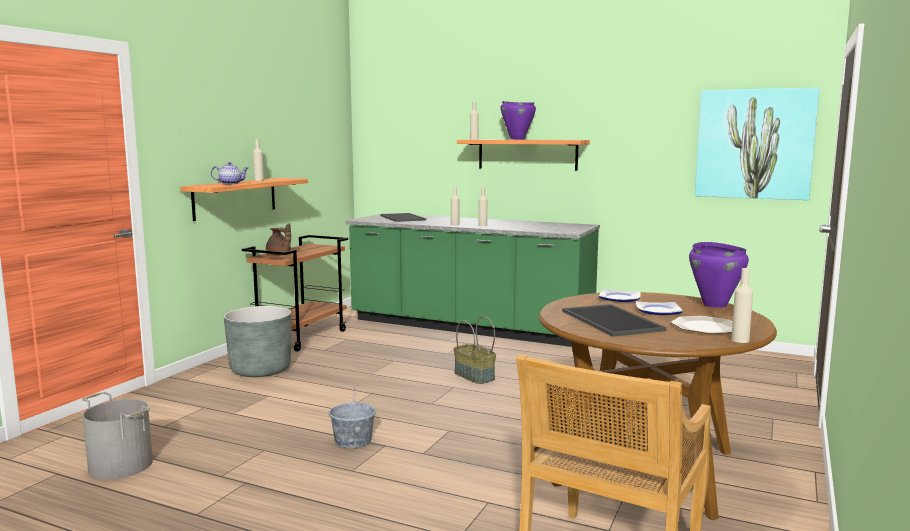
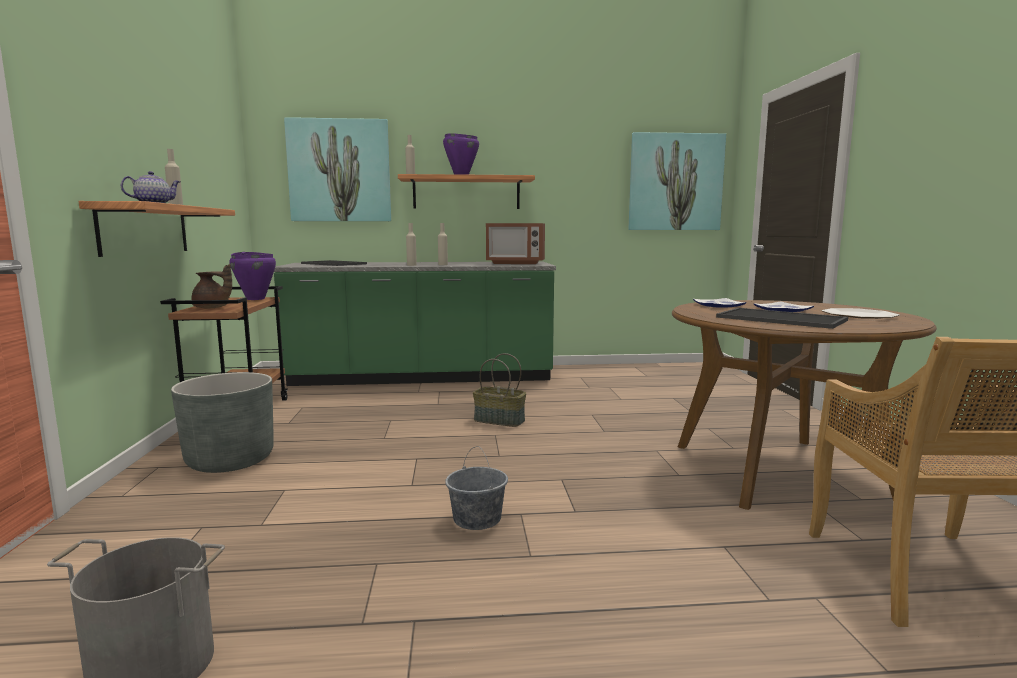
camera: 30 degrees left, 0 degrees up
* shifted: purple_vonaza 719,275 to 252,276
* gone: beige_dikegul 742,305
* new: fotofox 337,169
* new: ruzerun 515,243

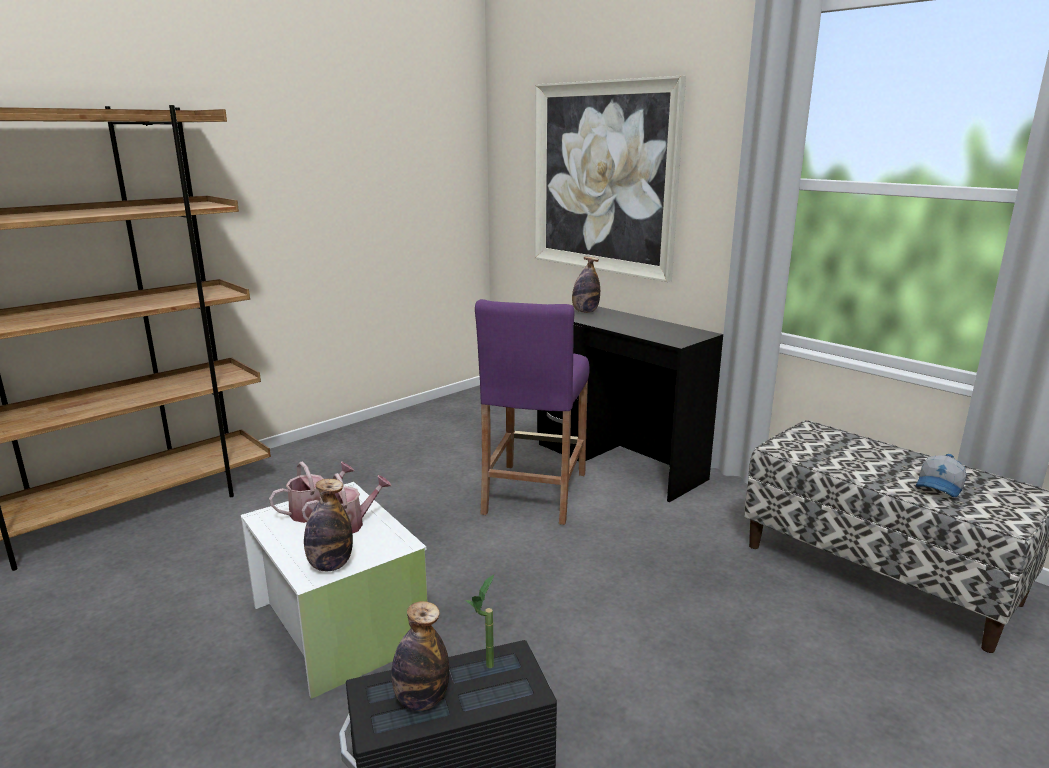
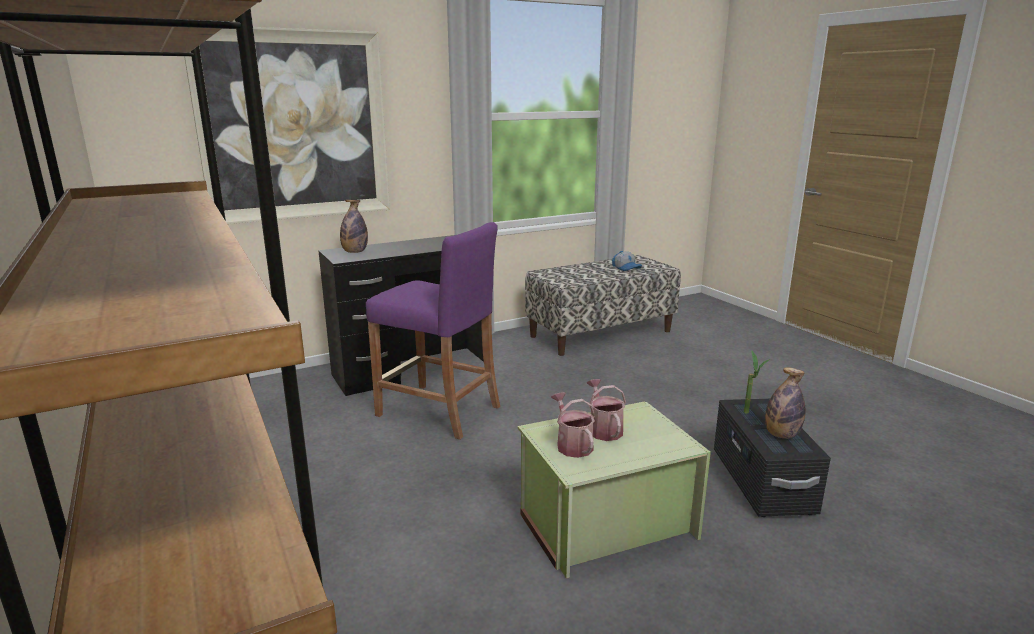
camera: 75 degrees left, 0 degrees up
* gone: dikegul 328,525
* repainted: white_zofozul 334,590 to green_zofozul 614,490

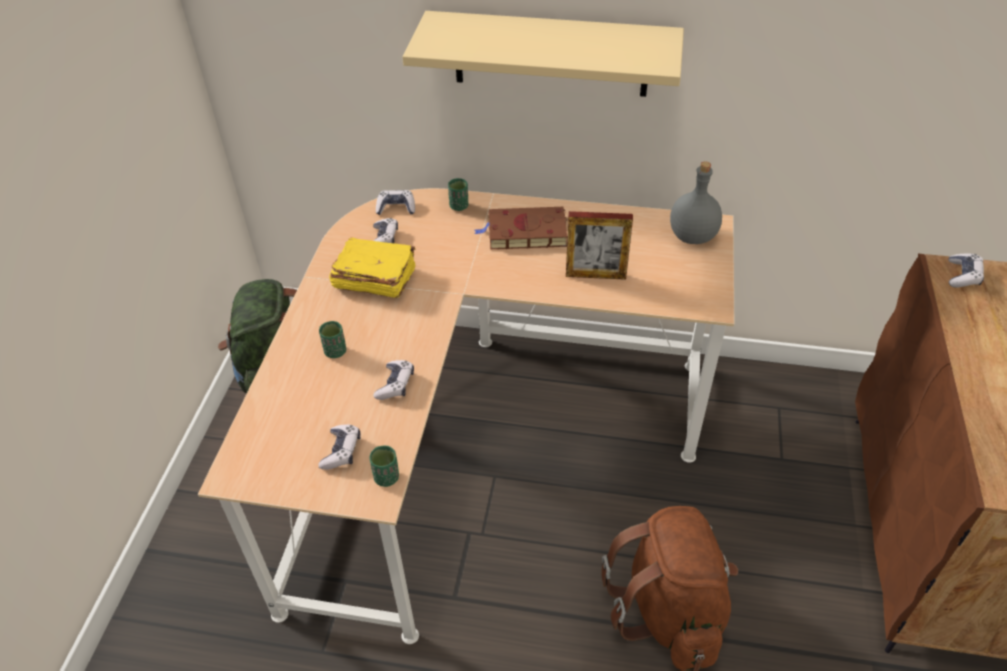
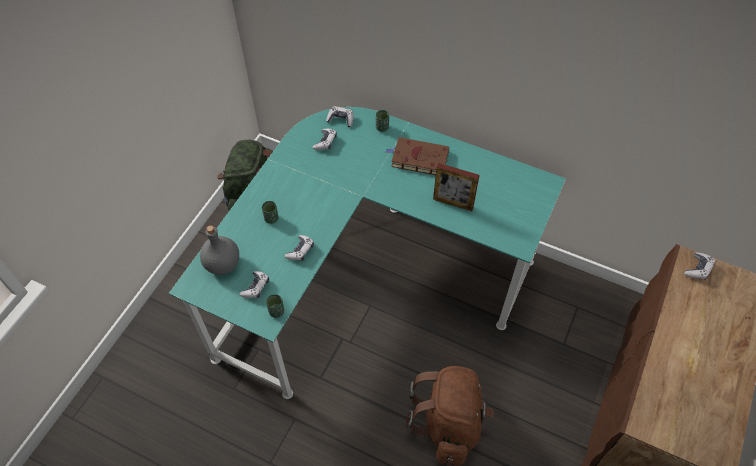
camera: 15 degrees right, 10 degrees up
* gone: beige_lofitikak 543,54
* shifted: grey_dikegul 696,202 to 219,250
* repainted: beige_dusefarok 466,416 to turquoise_dusefarok 367,253
* gone: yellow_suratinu 372,267

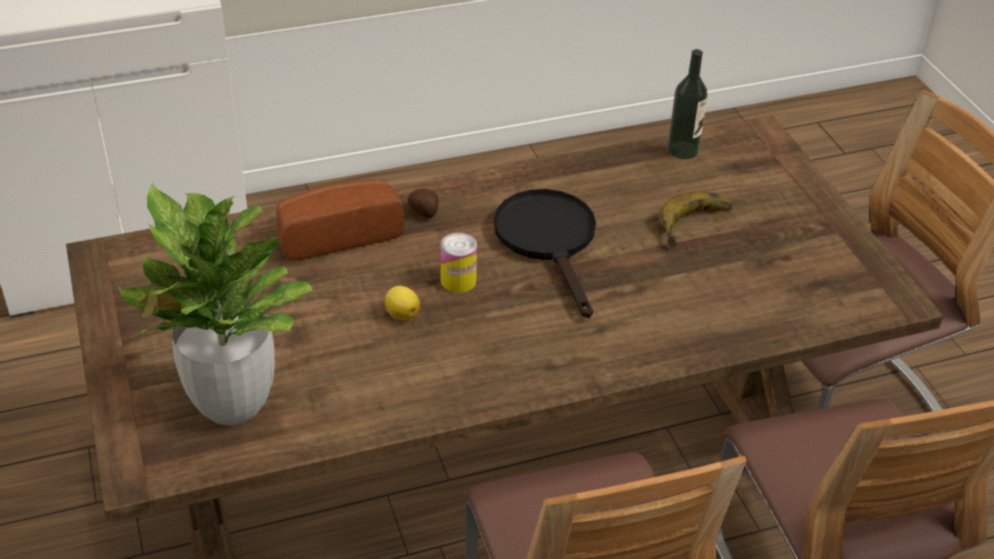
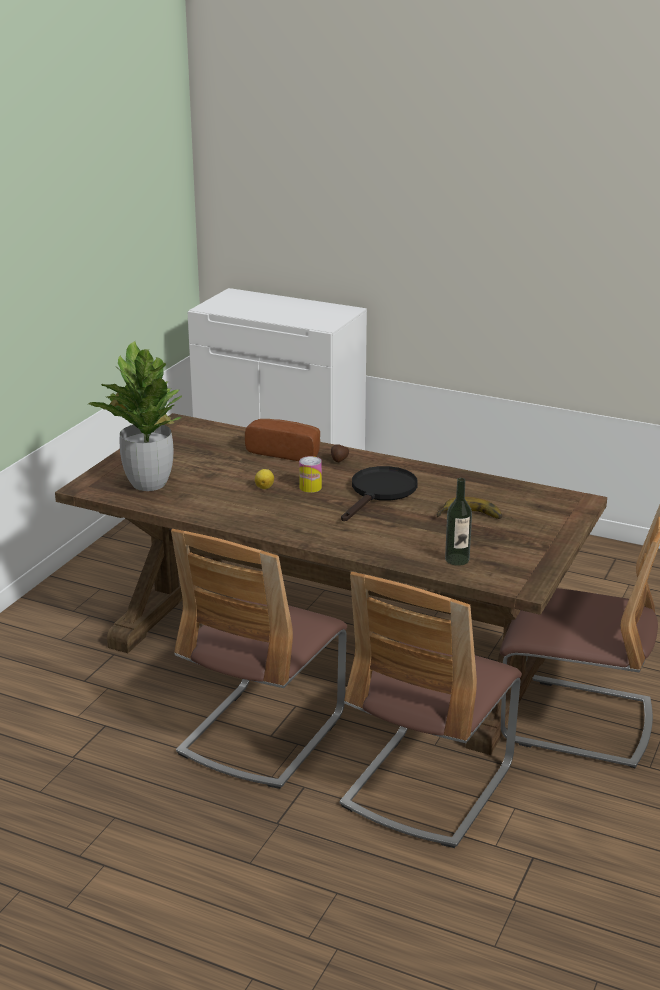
camera: 45 degrees right, 15 degrees down
* shifted: dikegul 688,104 to 458,522

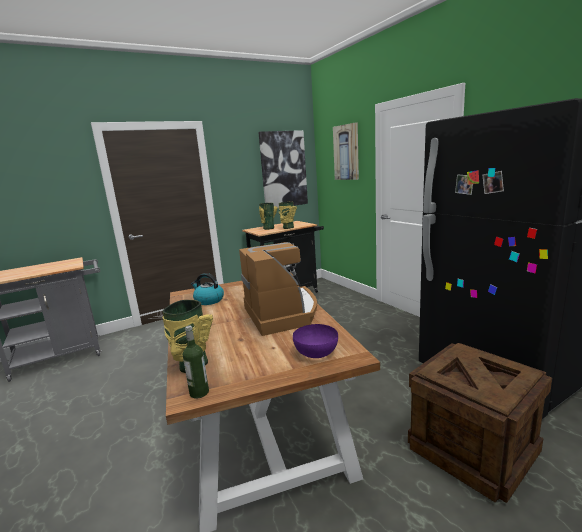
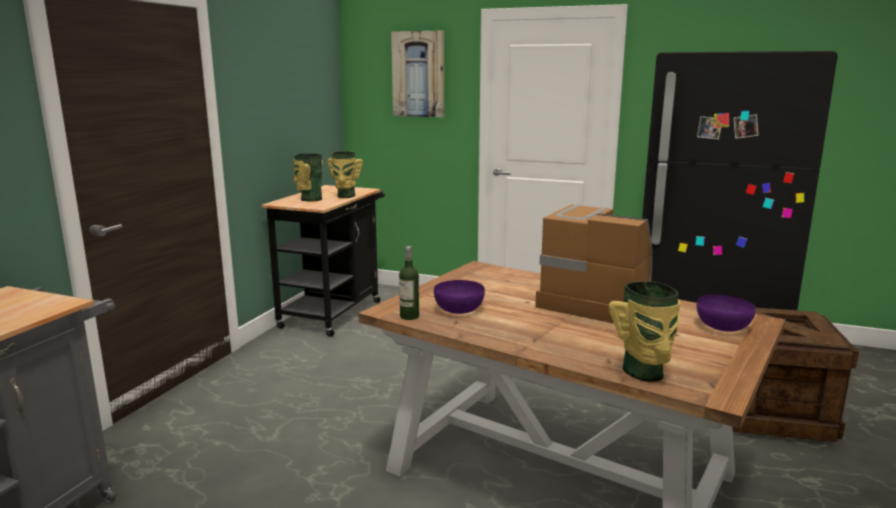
camera: 40 degrees left, 0 degrees up
* gone: fotofox 283,169
* swapped: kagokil 207,289 to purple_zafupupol 459,297
* shifted: dikegul 196,362 to 409,283

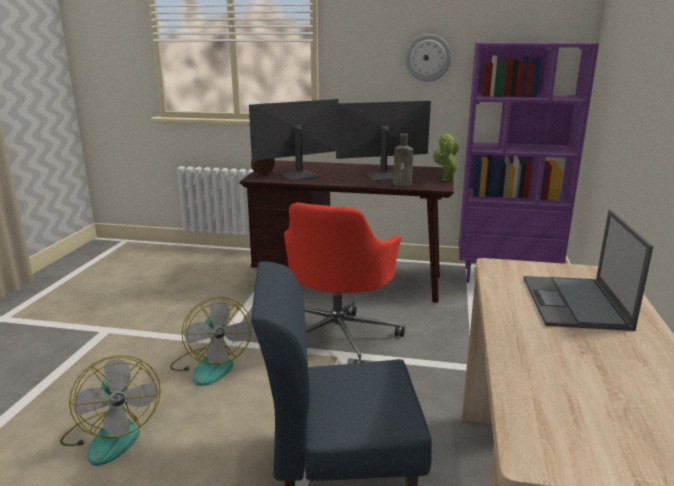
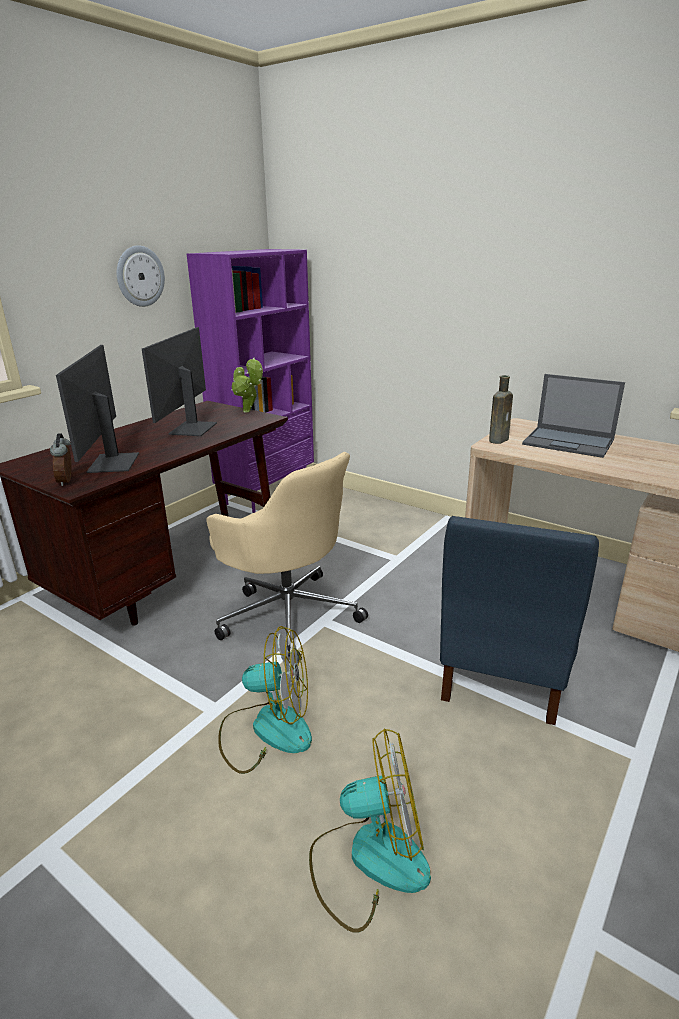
camera: 65 degrees left, 5 degrees up
* shifted: brown_dikegul 403,160 to 501,409
* repainted: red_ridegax 344,283 to beige_ridegax 287,557

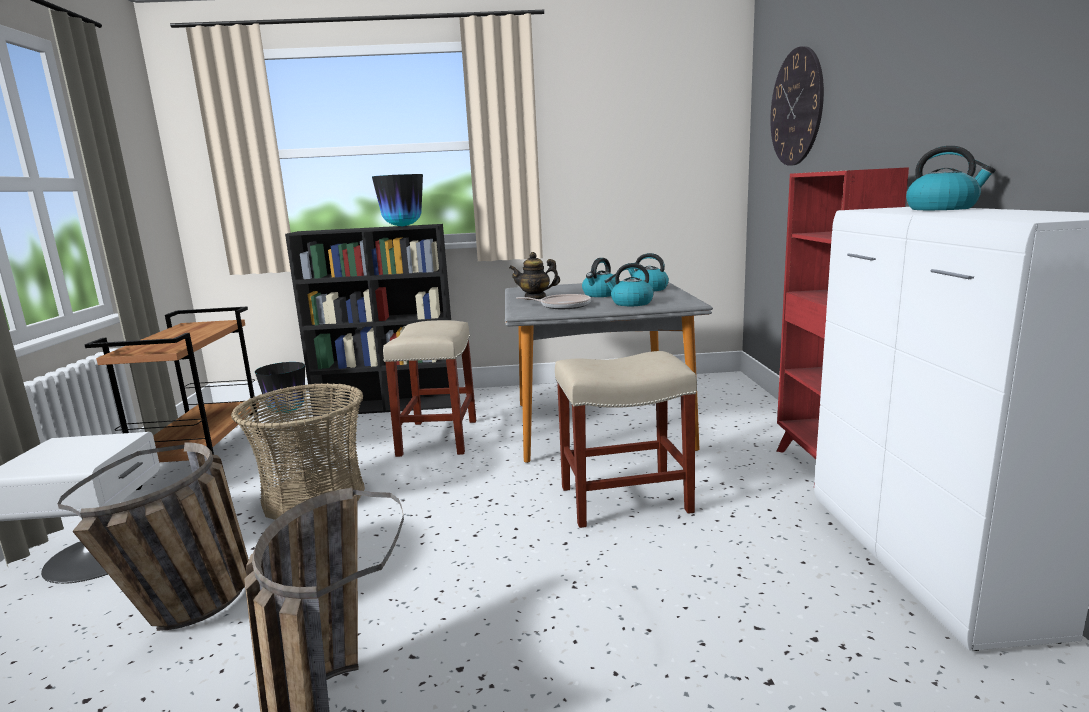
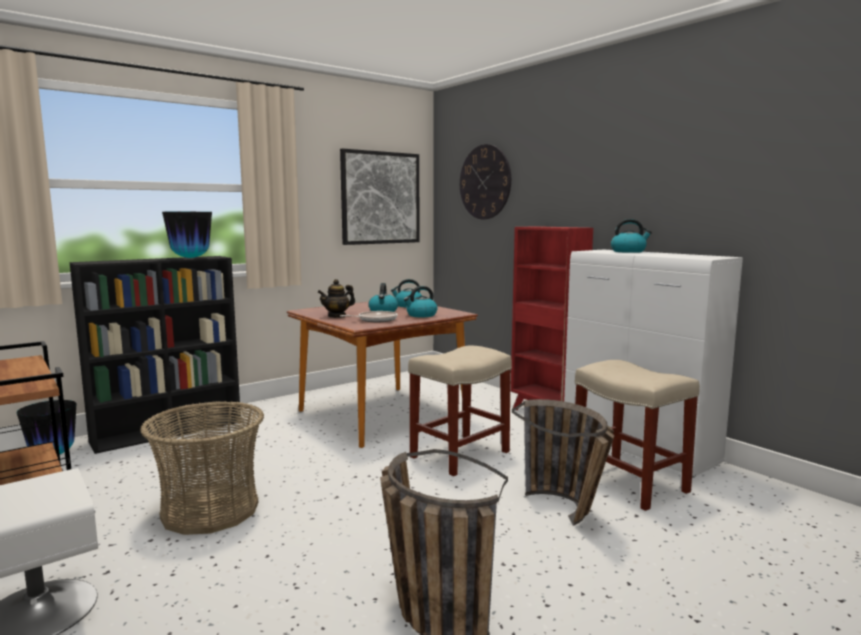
camera: 35 degrees left, 5 degrees down
* repainted: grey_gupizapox 609,372 to brown_gupizapox 382,375
* shifted: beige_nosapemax 429,388 to 637,435
* shifted: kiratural 153,536 to 563,462
* new: fotofox 380,196

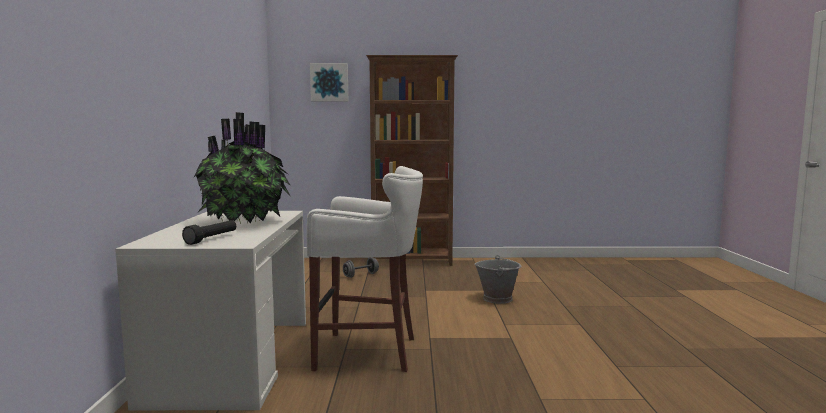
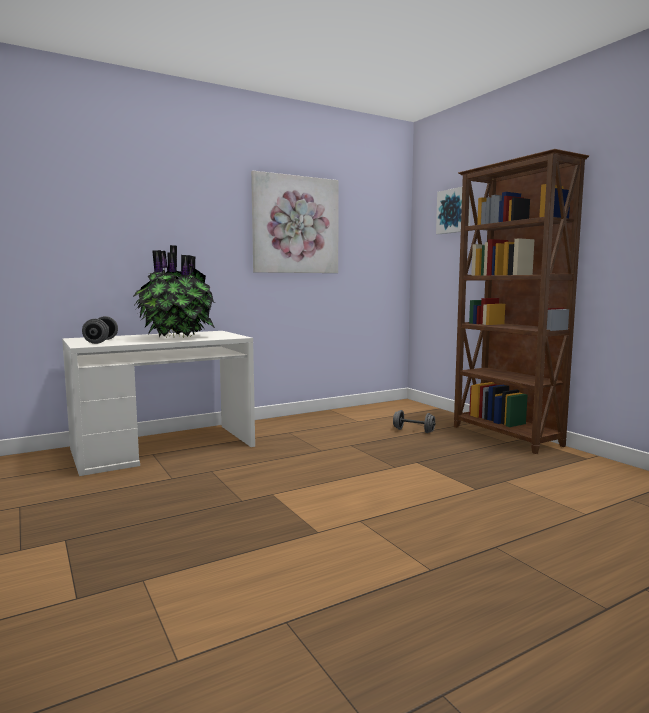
camera: 60 degrees right, 0 degrees up
* gone: white_nosapemax 365,269
* swapped: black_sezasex 209,232 to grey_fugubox 100,330
* gone: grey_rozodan 497,279
* new: fotofox 295,222

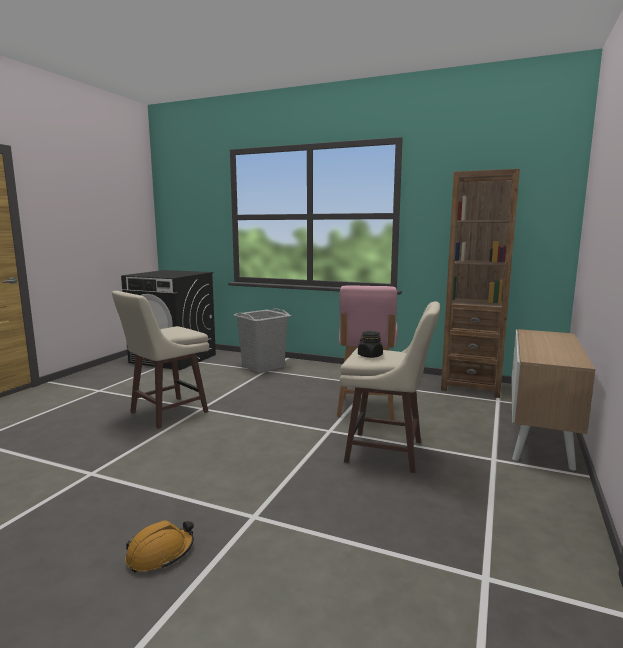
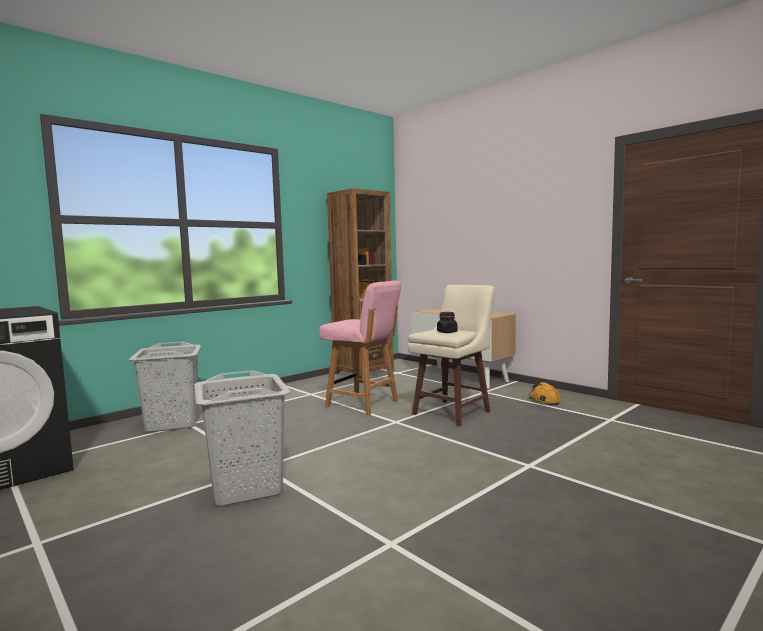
camera: 65 degrees left, 5 degrees down
* swapped: beige_nosapemax 160,360 to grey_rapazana 243,438
* shifted: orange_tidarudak 159,546 to 545,394

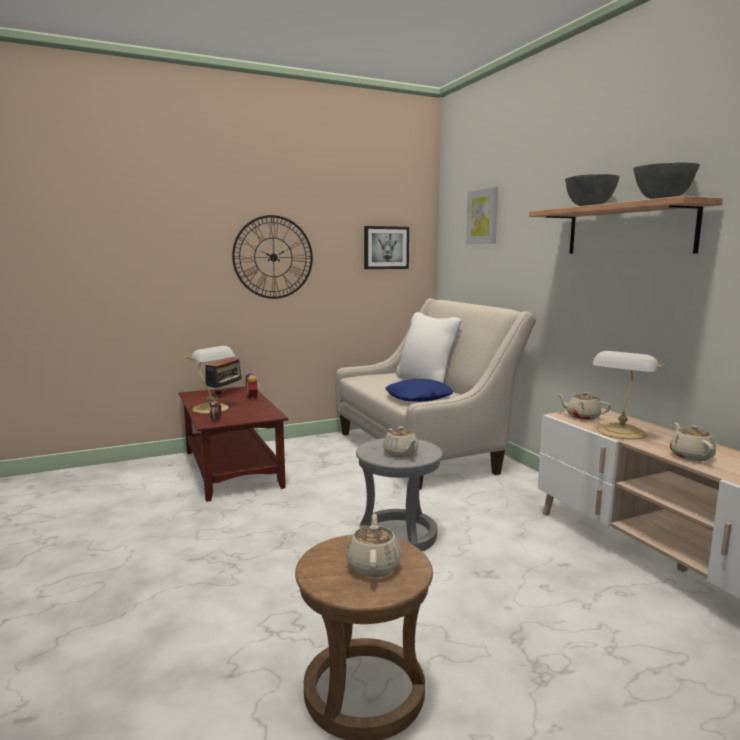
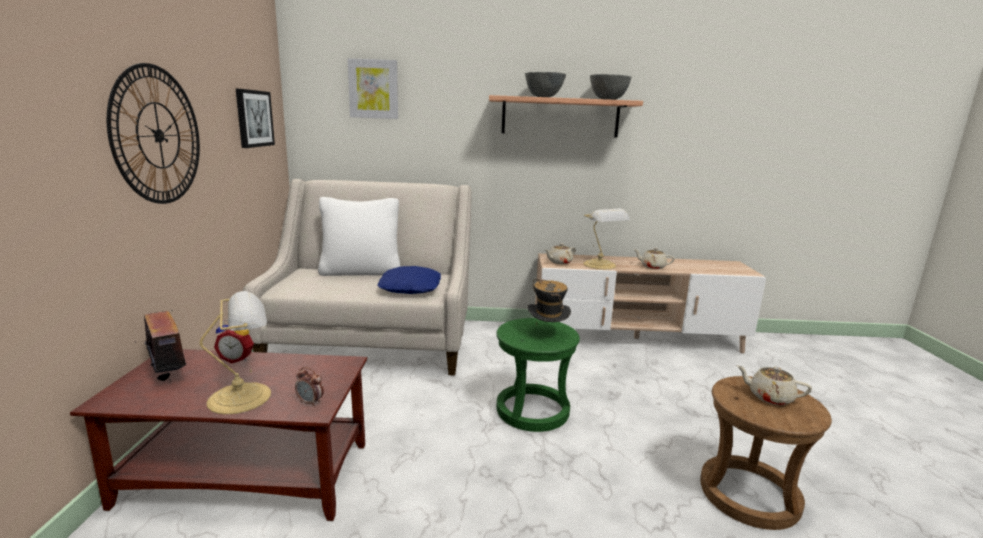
camera: 65 degrees left, 5 degrees up
* swapped: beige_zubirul 400,441 to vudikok 549,302
* repainted: grey_nosapemax 399,494 to green_nosapemax 538,375

